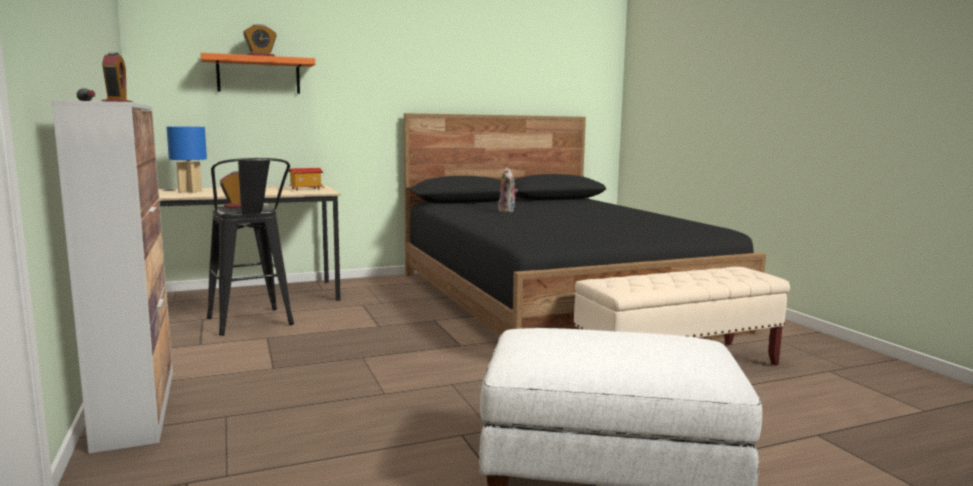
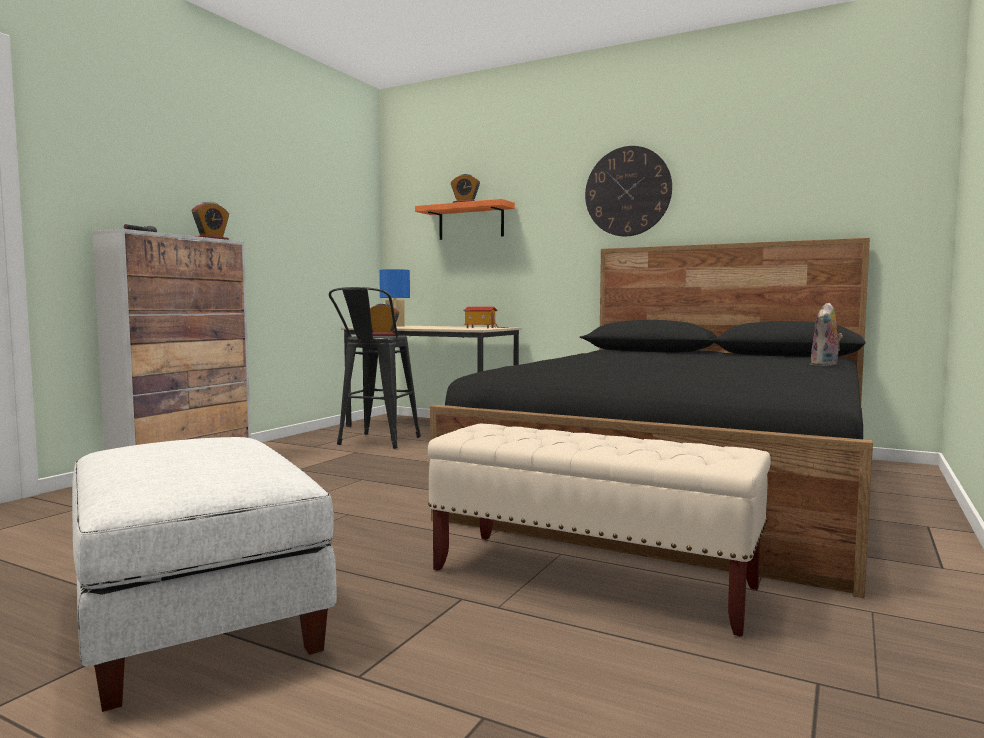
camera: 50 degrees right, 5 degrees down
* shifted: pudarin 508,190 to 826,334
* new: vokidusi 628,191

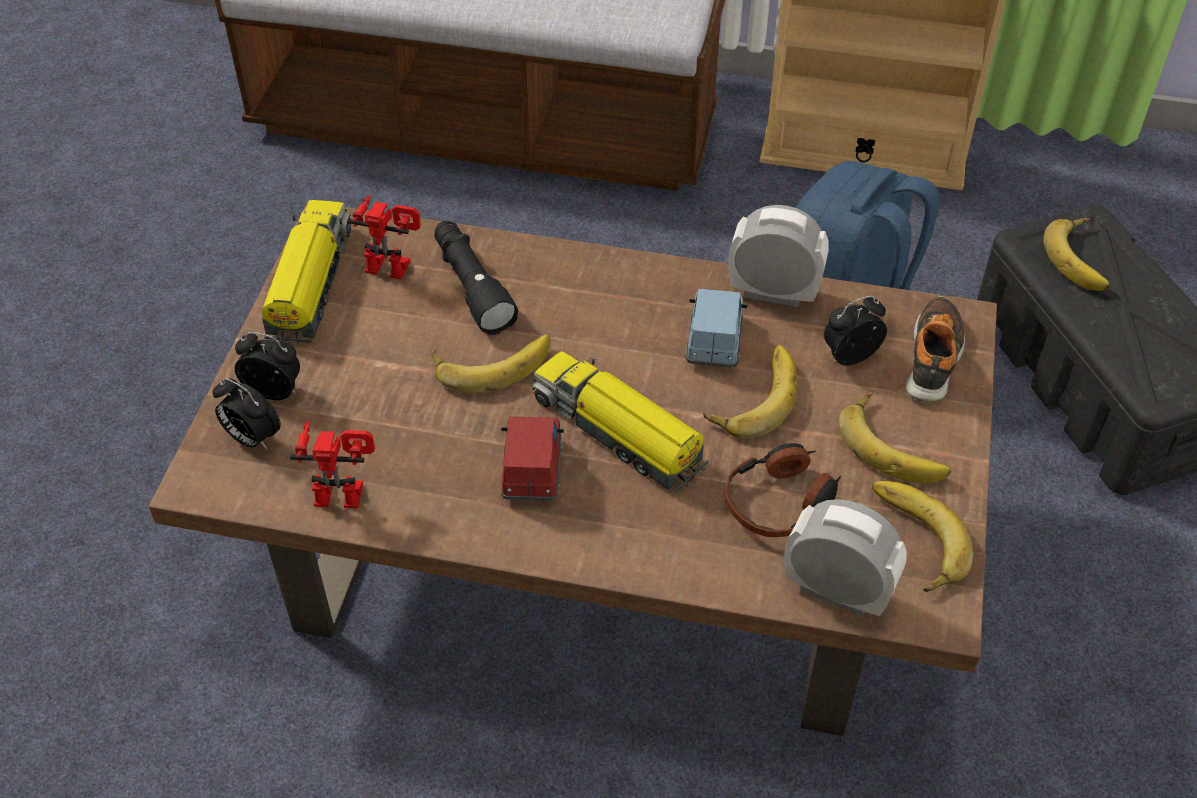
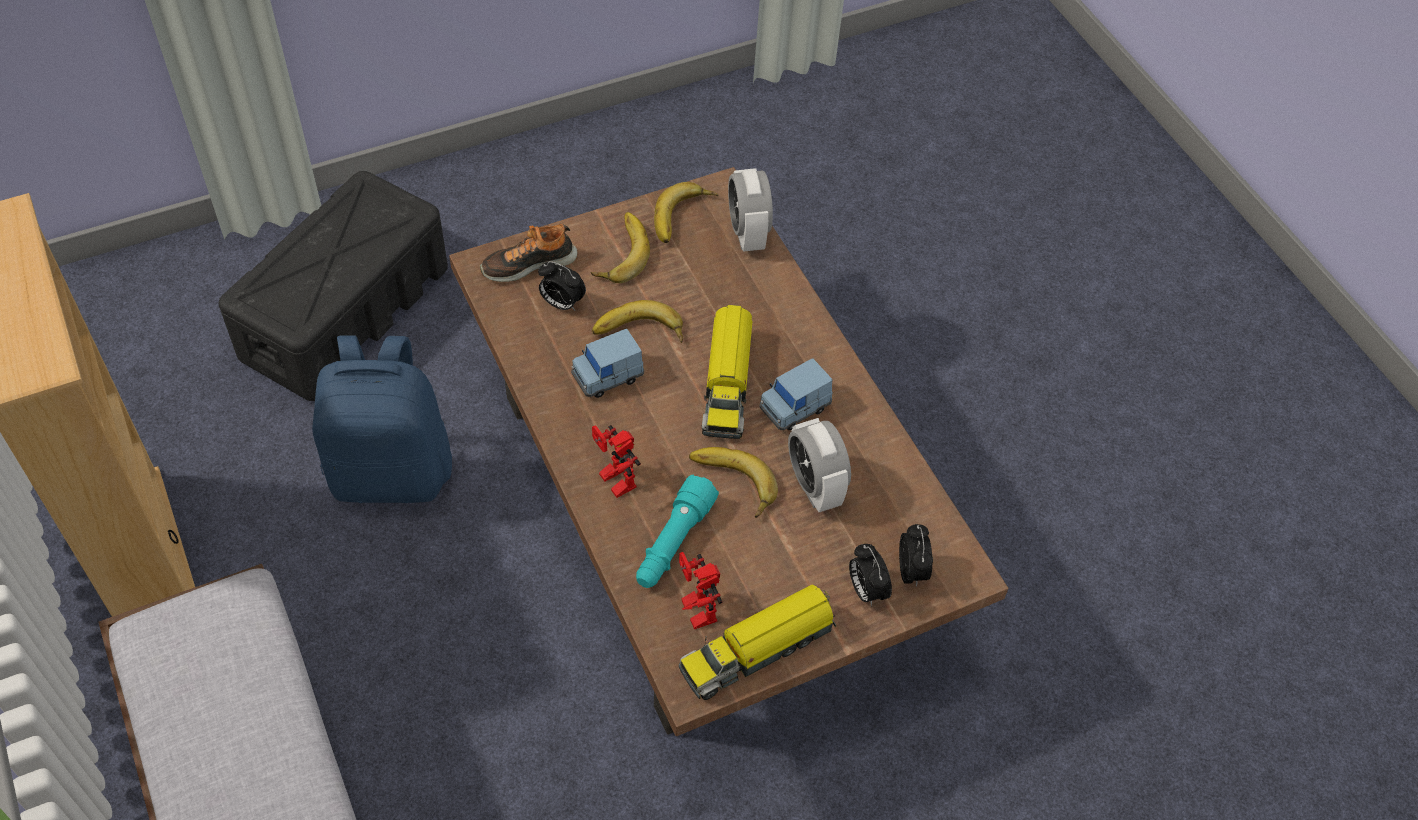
camera: 130 degrees left, 5 degrees up
* shifted: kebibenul 778,256 to 819,465
* gone: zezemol 1076,254
* repainted: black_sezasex 476,278 to turquoise_sezasex 677,531
* repainted: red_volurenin 532,459 to blue_volurenin 796,394
* shifted: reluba 332,464 to 616,461
* gone: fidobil 782,490

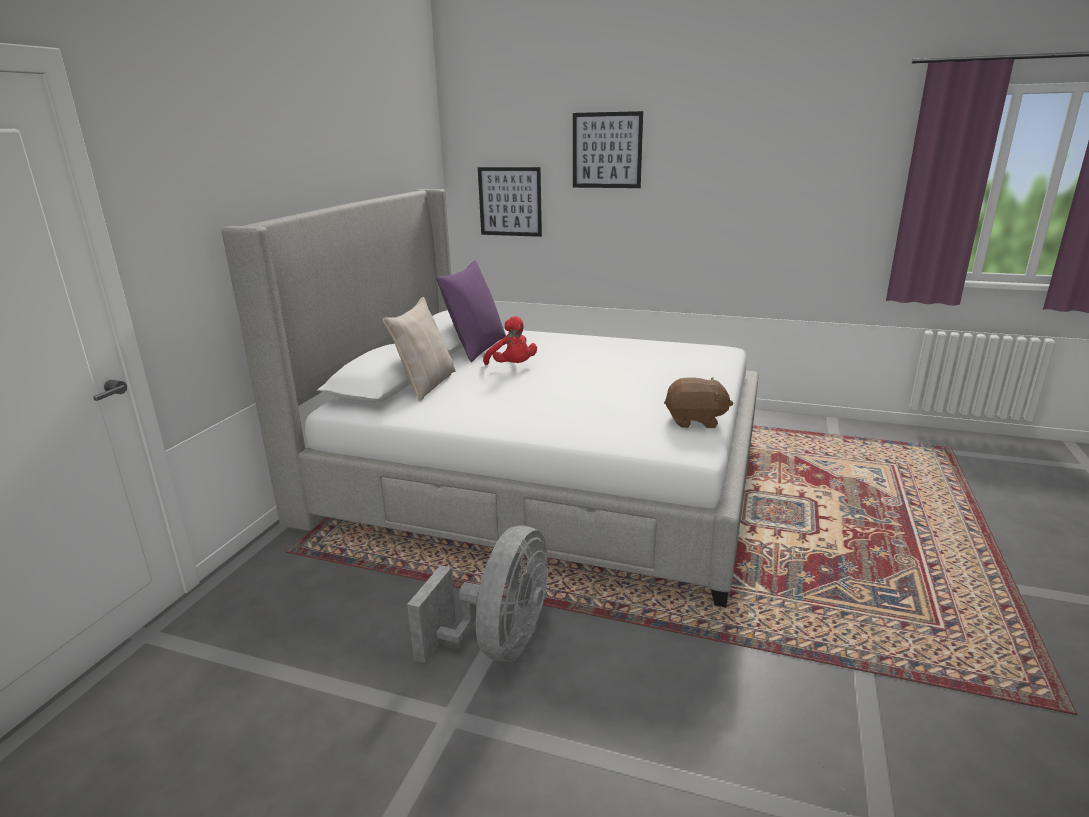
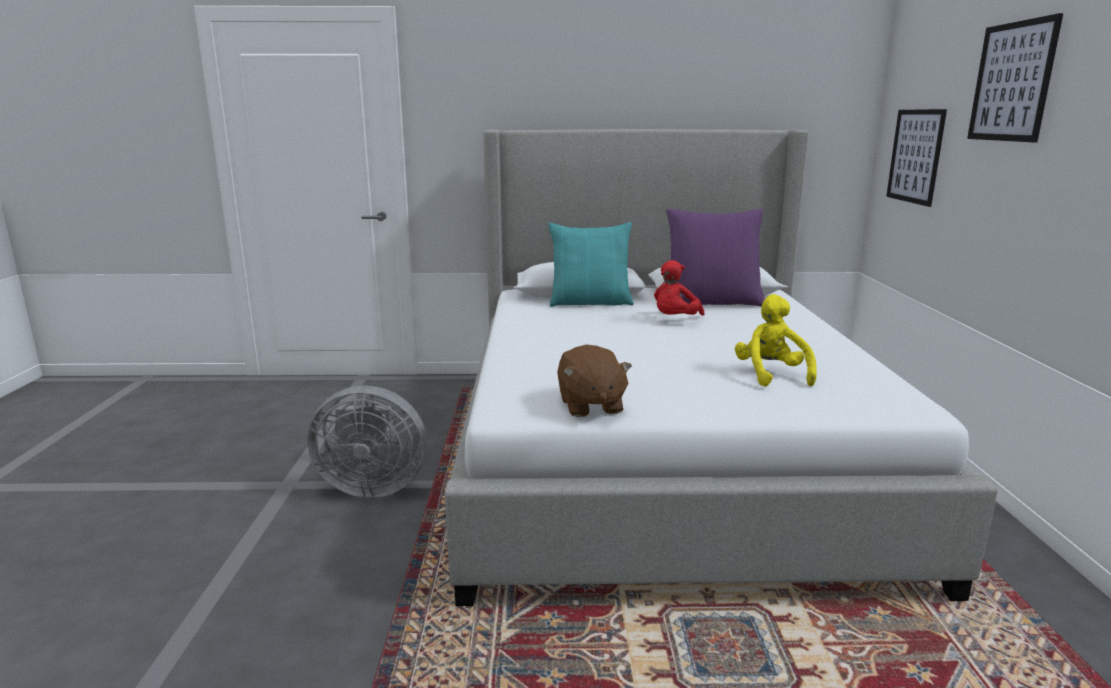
camera: 70 degrees right, 5 degrees down
* repainted: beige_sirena 419,349 to turquoise_sirena 591,264
* new: yellow_pudarin 775,340

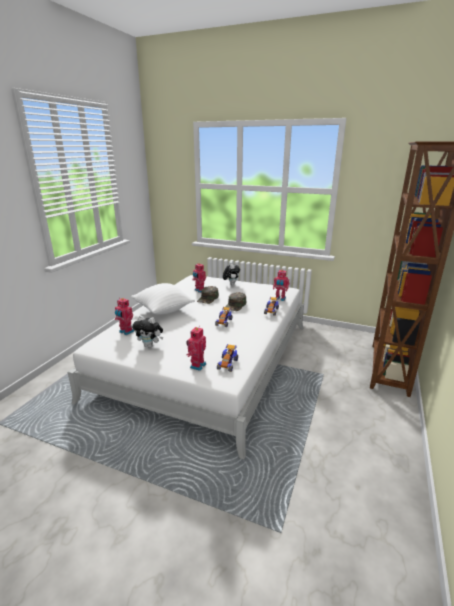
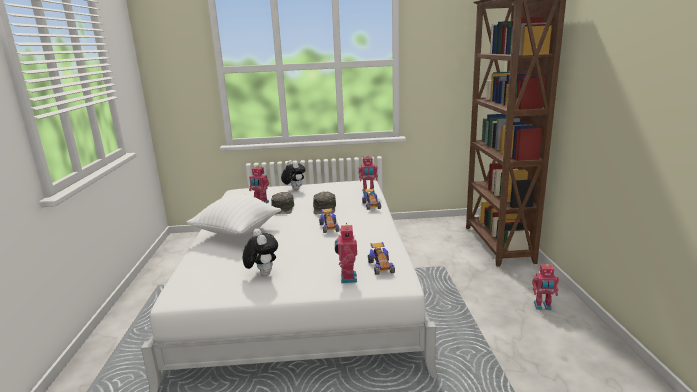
camera: 25 degrees left, 5 degrees down
* shifted: reluba 124,316 to 545,287
* rotated: pudarin 147,332 = 260,252 105 degrees counterclockwise

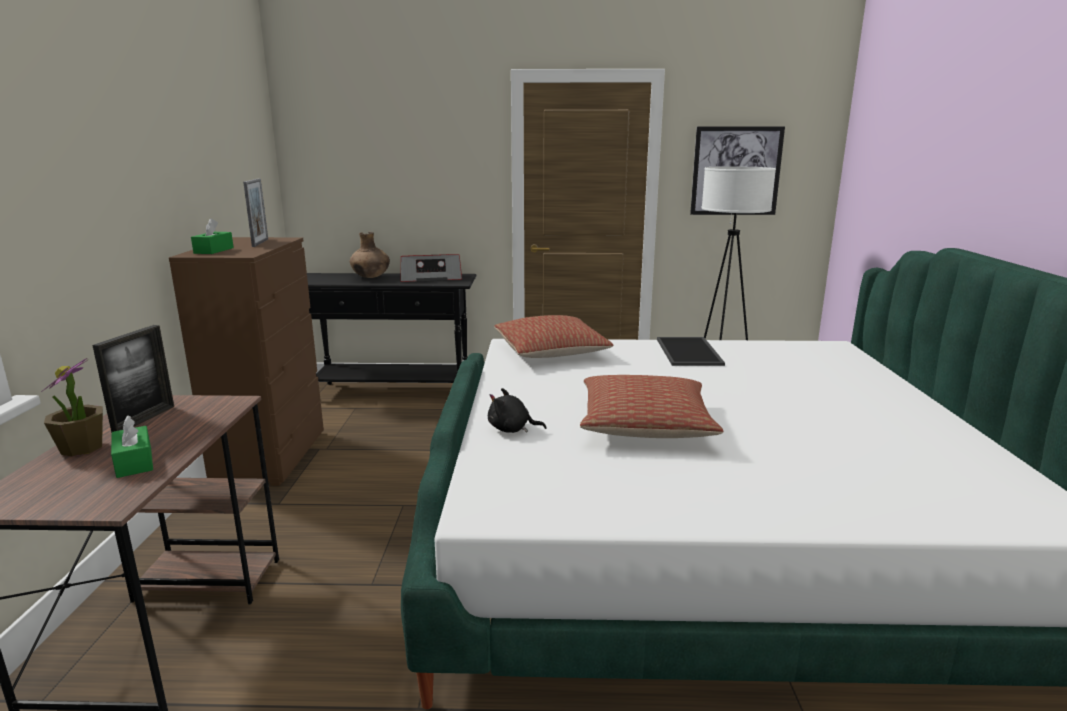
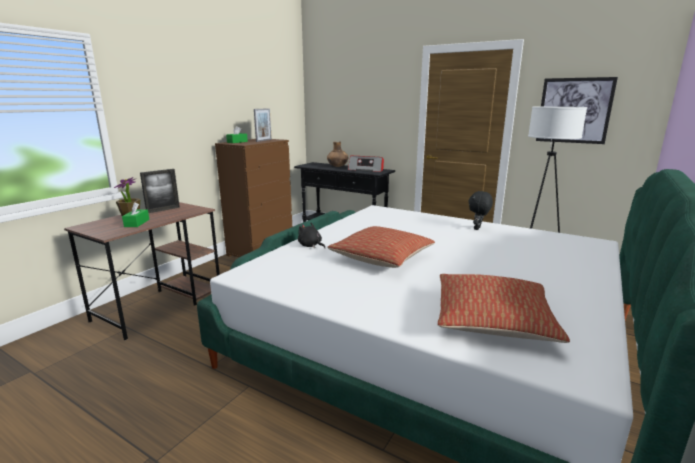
camera: 30 degrees right, 0 degrees up
* shifted: sirena 553,336 to 504,308
* swapped: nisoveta 691,351 to black_pudarin 480,210

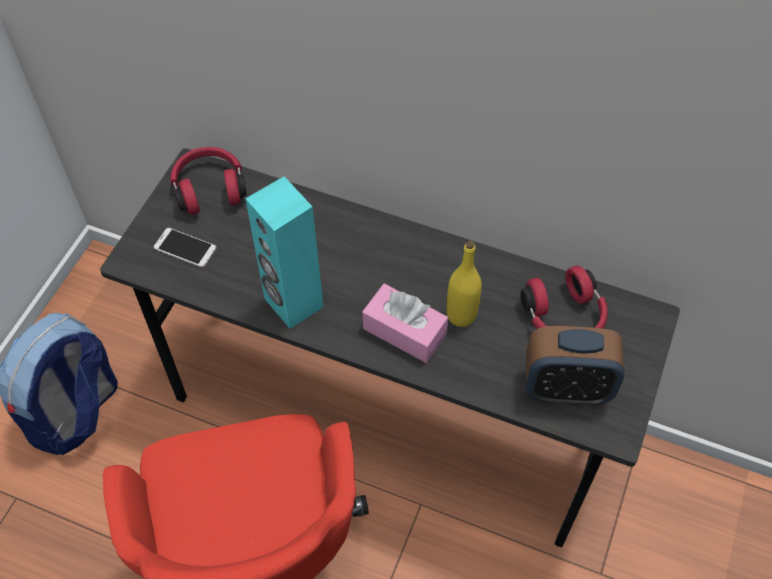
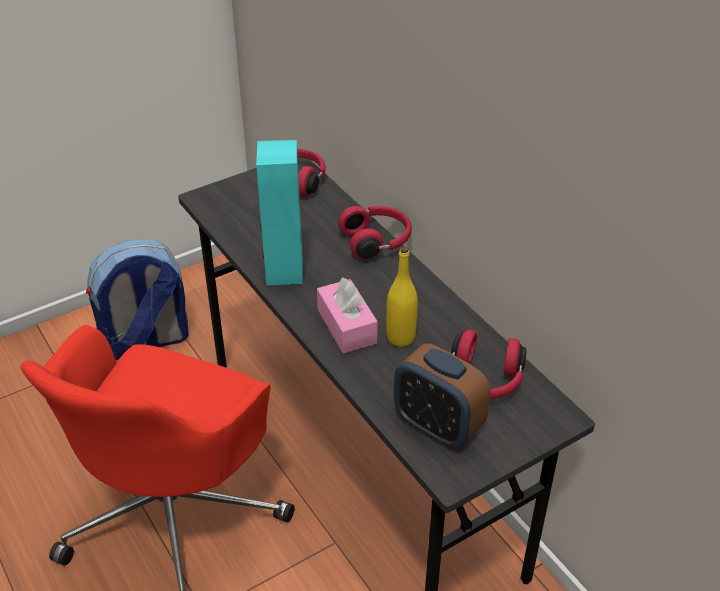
camera: 35 degrees right, 15 degrees down
* gone: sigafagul 185,247
* new: red_fidobil 375,232

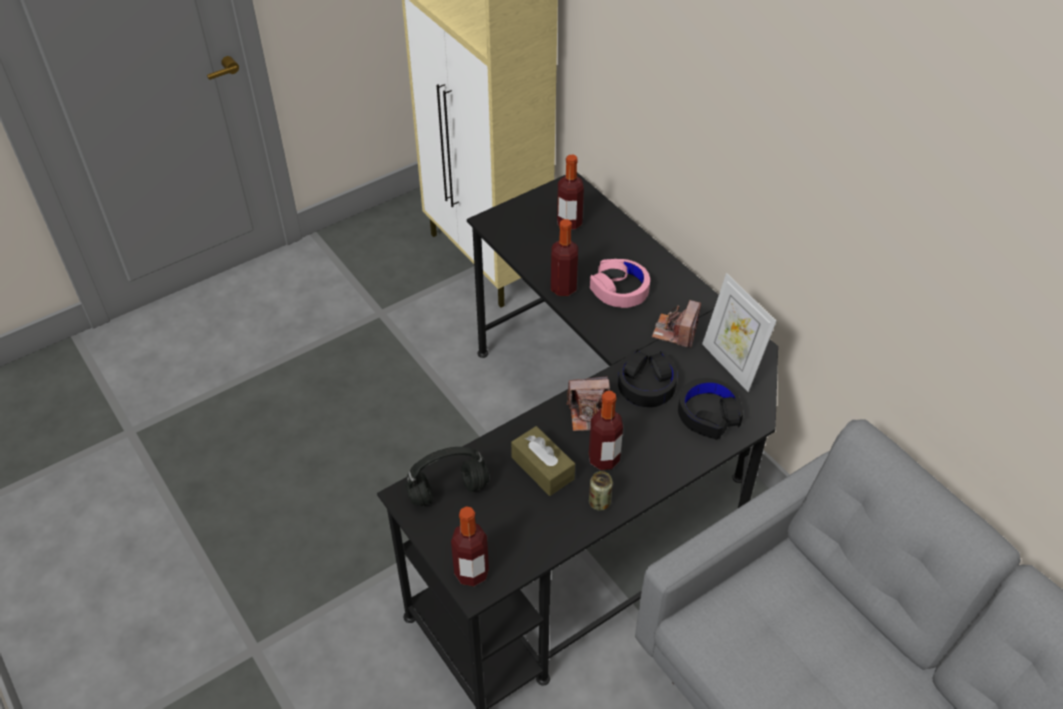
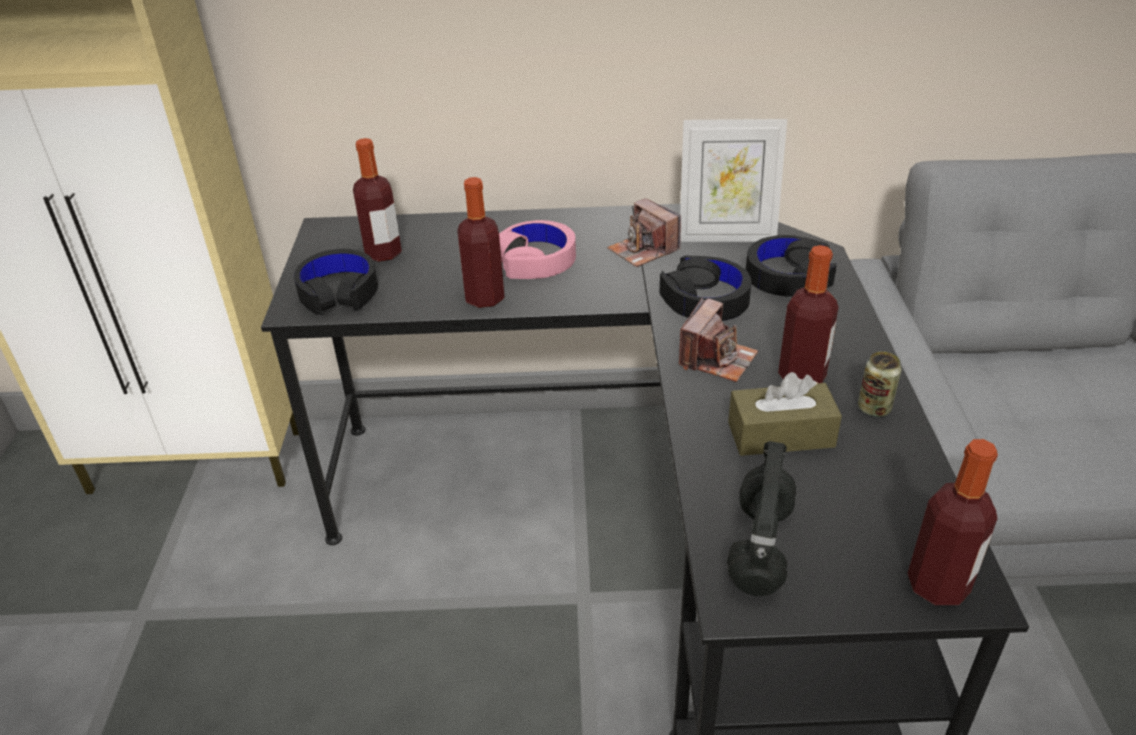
camera: 55 degrees left, 10 degrees down
* new: black_fidobil 336,282

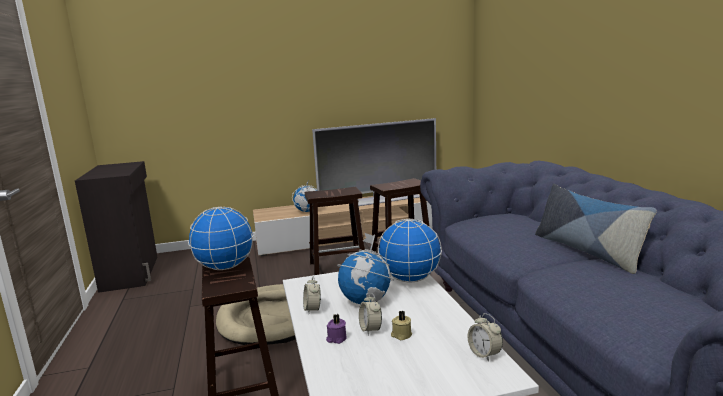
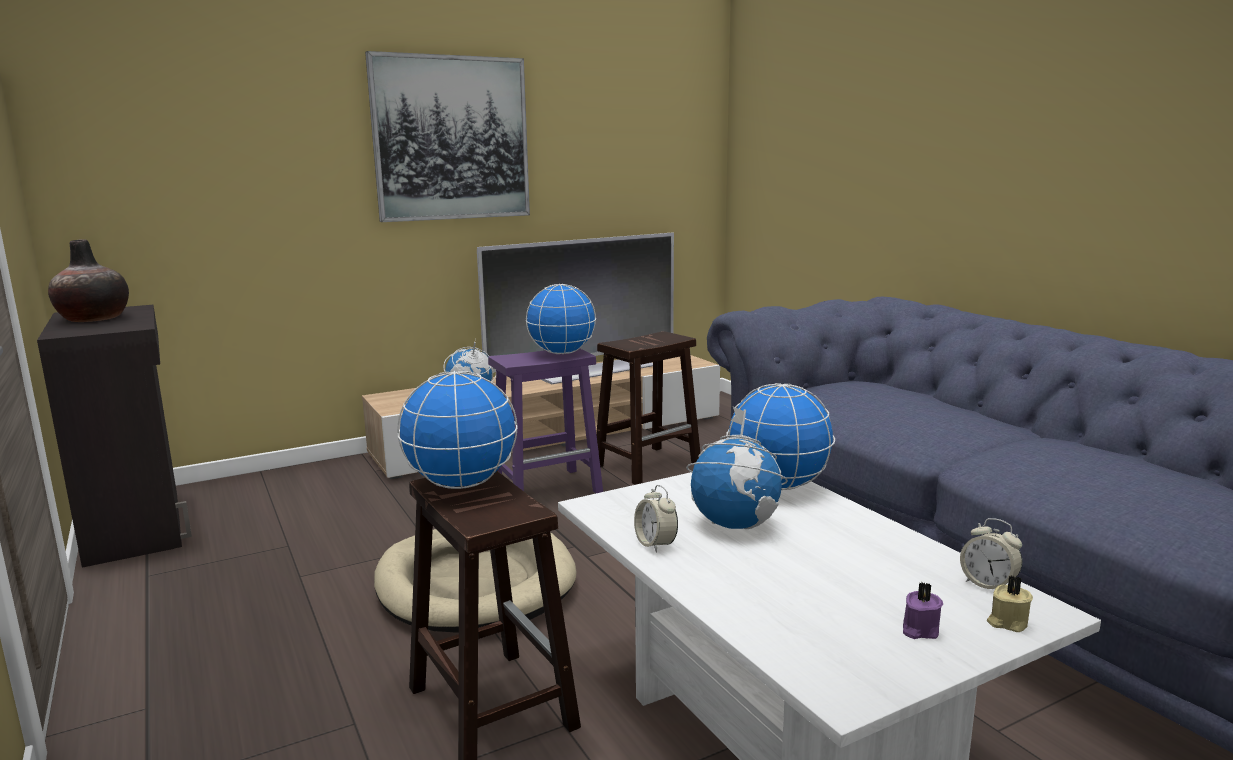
camera: 15 degrees left, 0 degrees up
* gone: sirena 596,229
* repainted: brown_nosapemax 335,231 to purple_nosapemax 545,421
* gone: kebibenul 370,314
* shifted: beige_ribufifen 401,325 to 1010,603
* shifted: purple_ribufifen 336,329 to 923,610
* new: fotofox 447,136
* new: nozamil 88,280
* new: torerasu 561,319

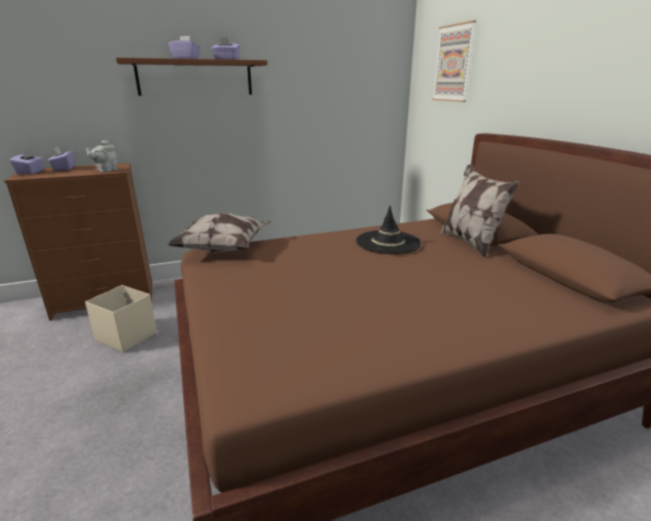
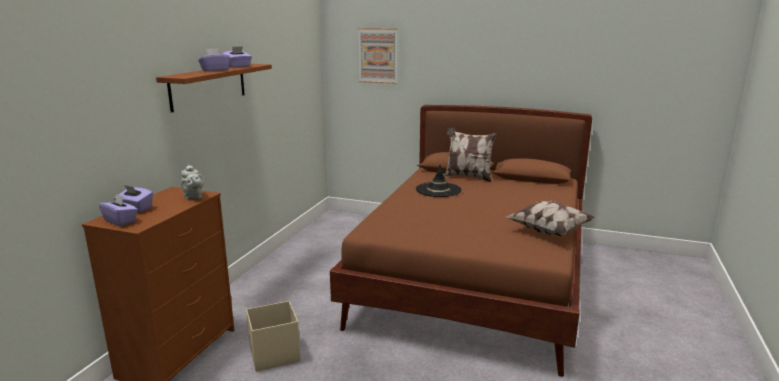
camera: 50 degrees left, 5 degrees down
* shifted: sirena 219,233 to 550,218

